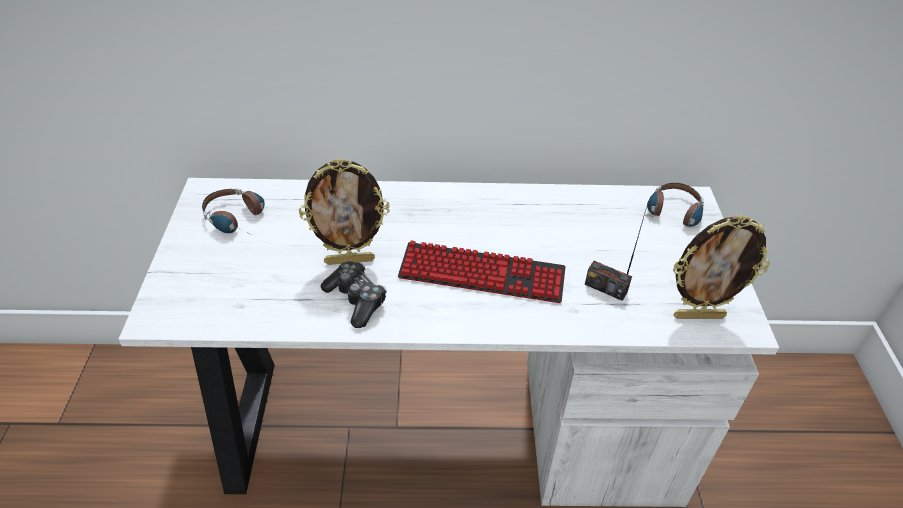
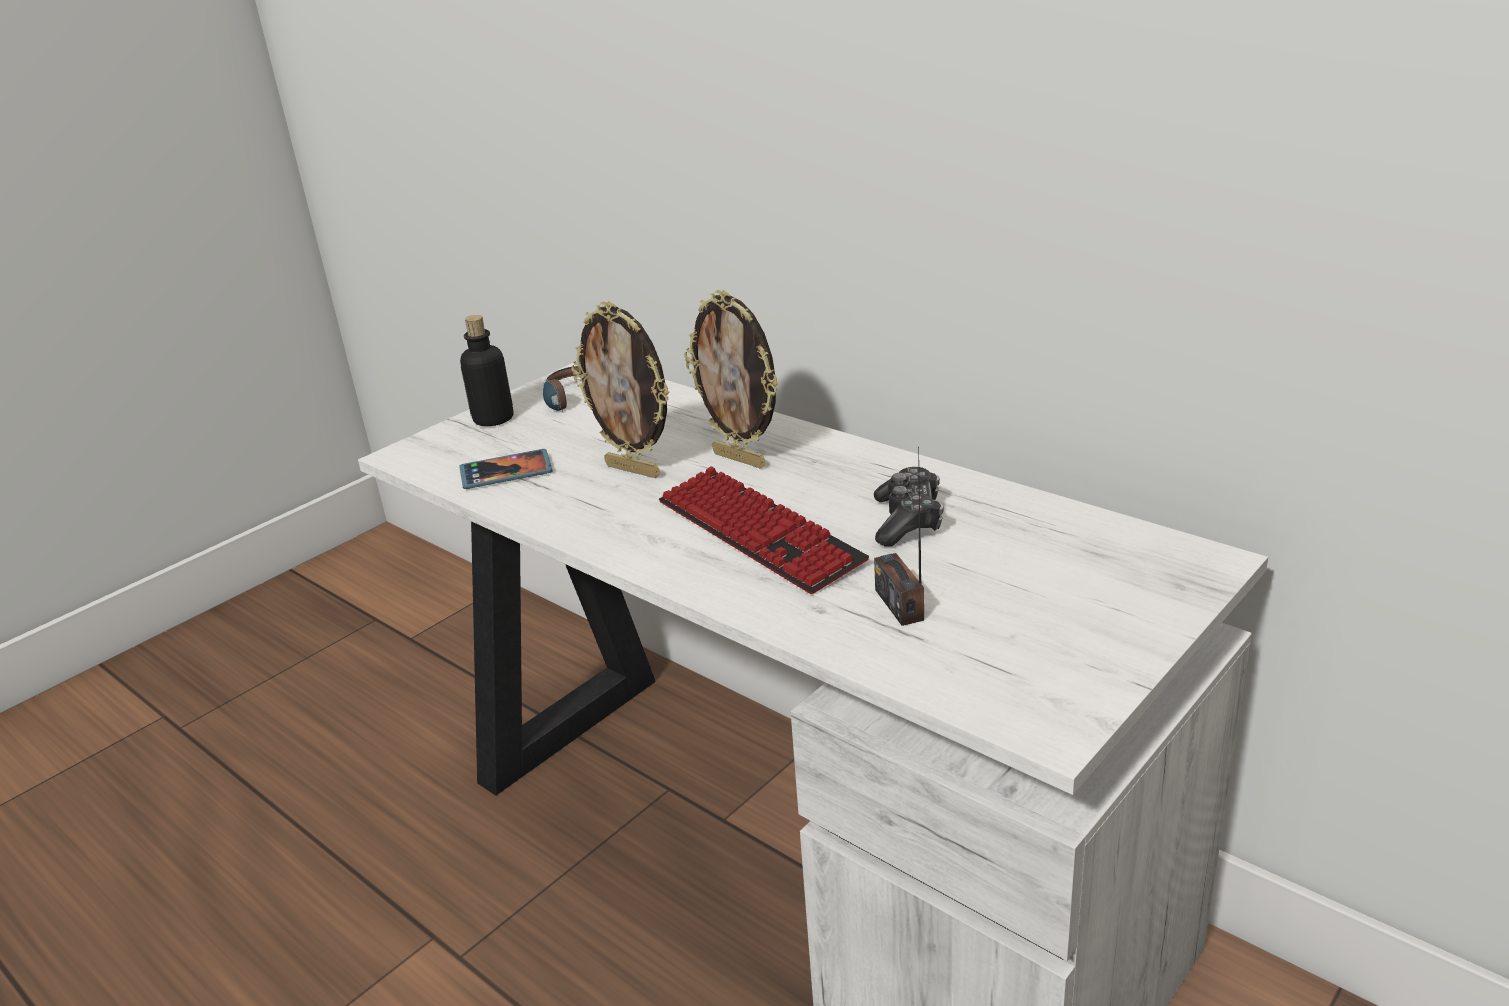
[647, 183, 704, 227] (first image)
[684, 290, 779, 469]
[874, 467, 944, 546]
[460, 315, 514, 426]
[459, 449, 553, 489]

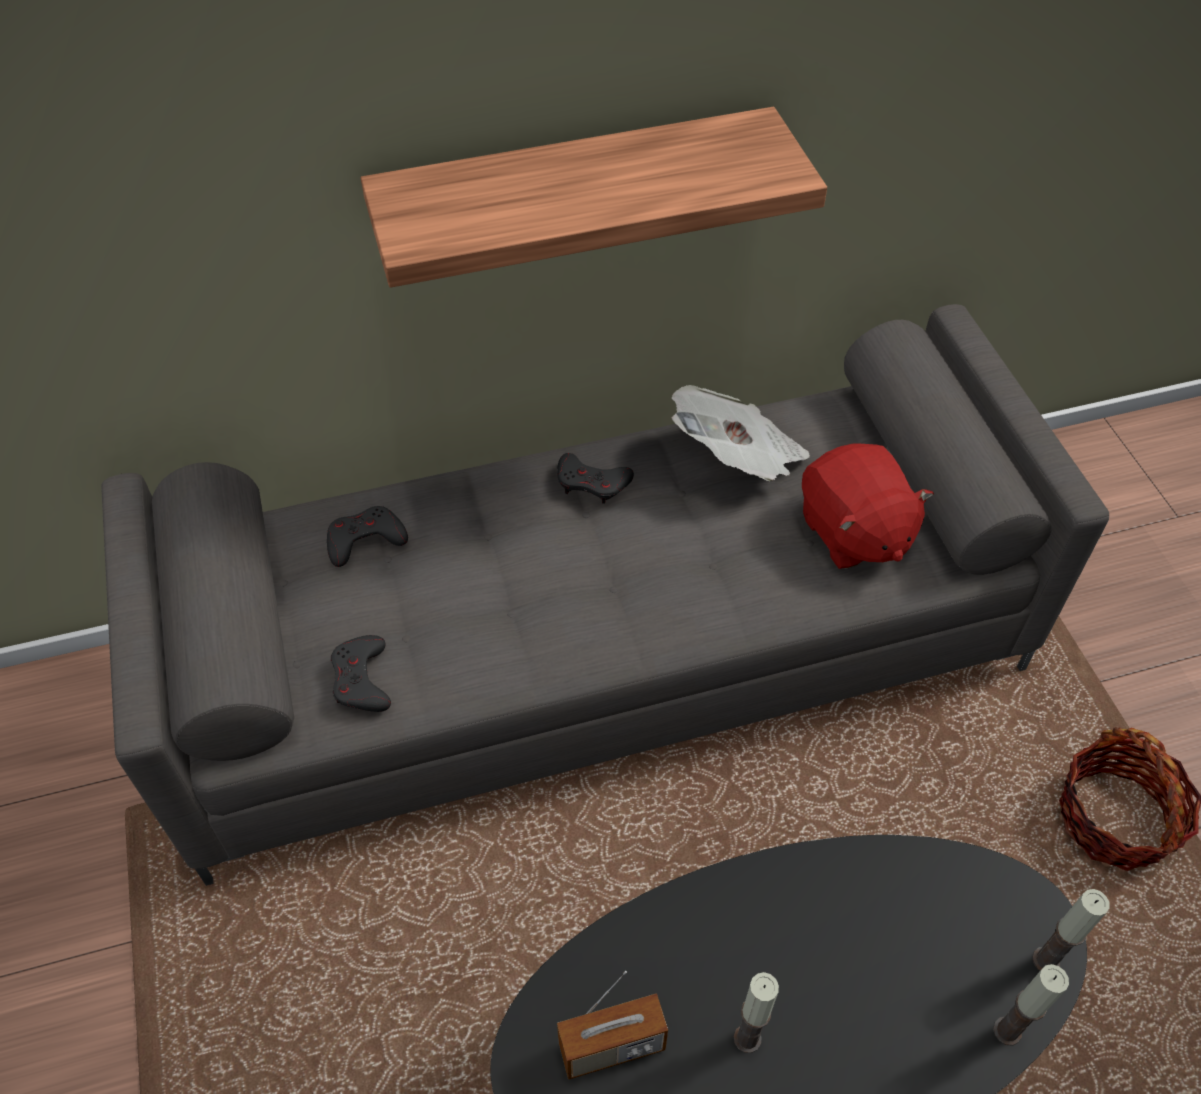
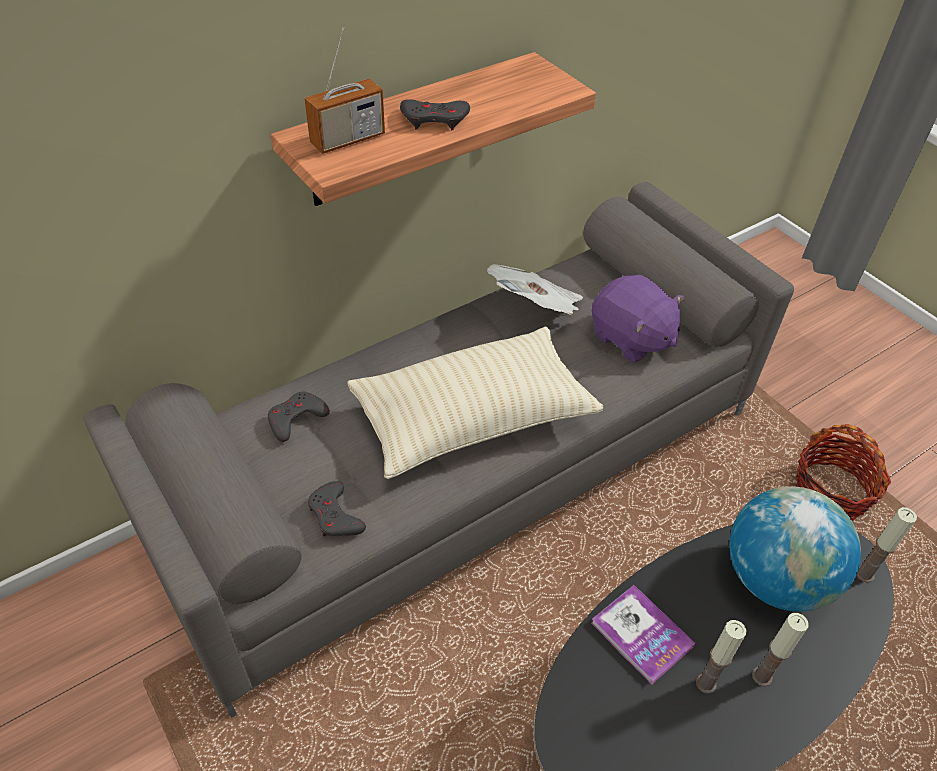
[592, 275, 684, 363]
[400, 99, 470, 130]
[752, 613, 809, 686]
[304, 27, 385, 154]
[348, 326, 603, 479]
[730, 486, 861, 612]
[591, 585, 695, 685]

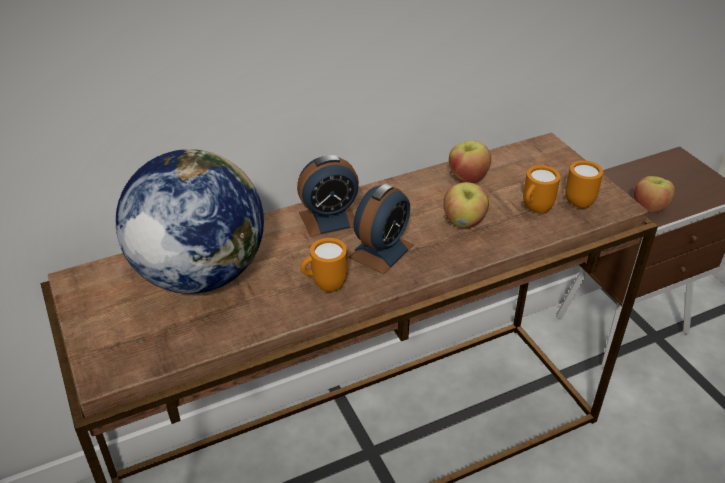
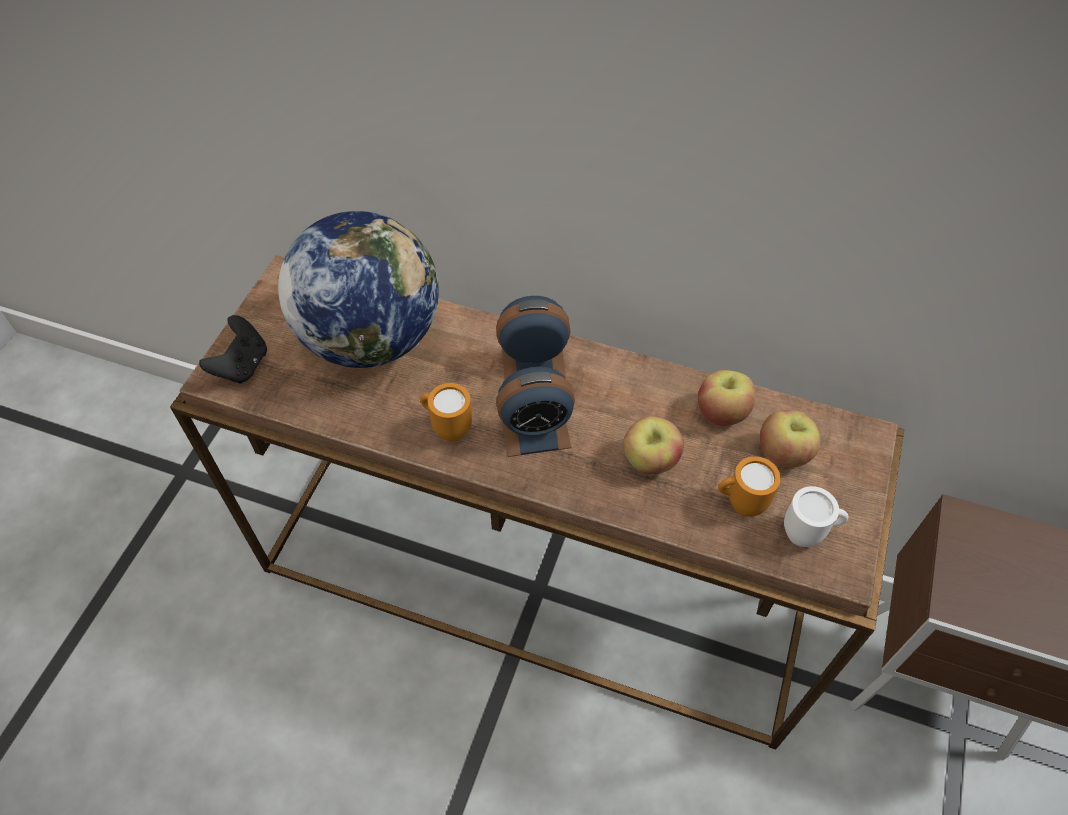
[496, 296, 571, 380]
[784, 486, 849, 547]
[760, 410, 820, 468]
[199, 315, 267, 384]

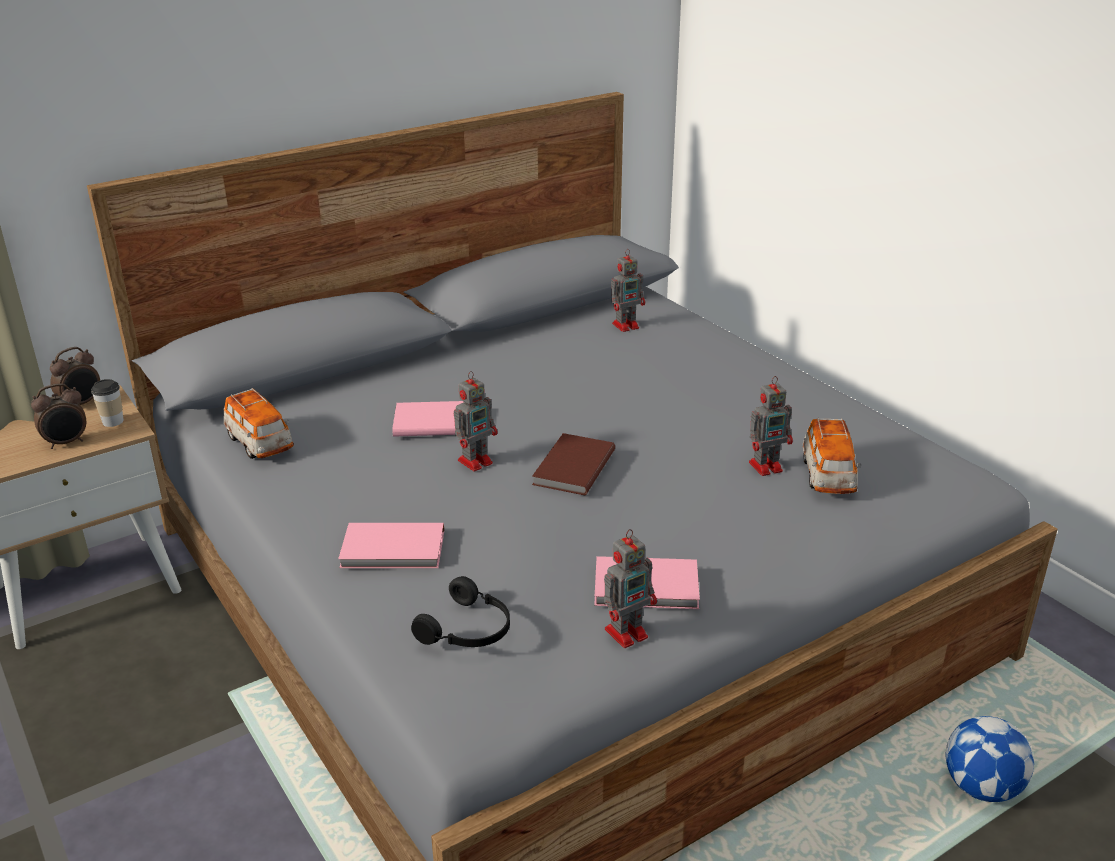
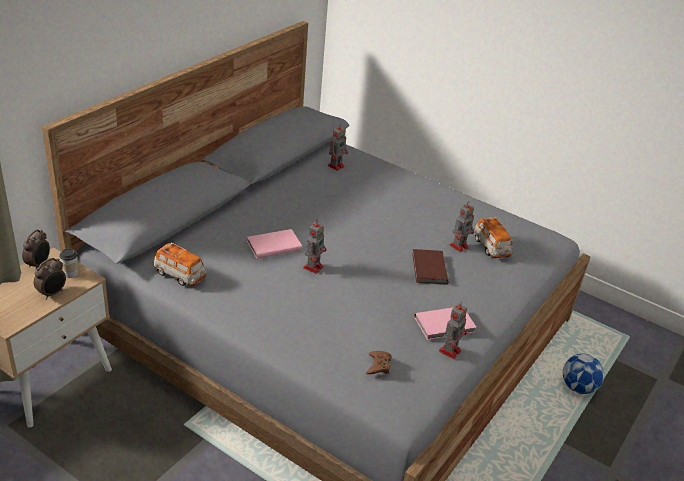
[412, 249, 449, 285]
[338, 523, 444, 568] (first image)
[366, 351, 392, 374]

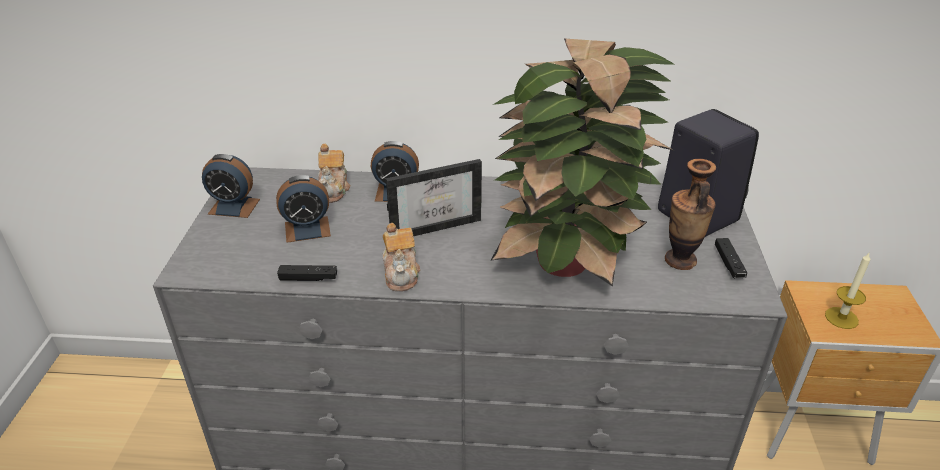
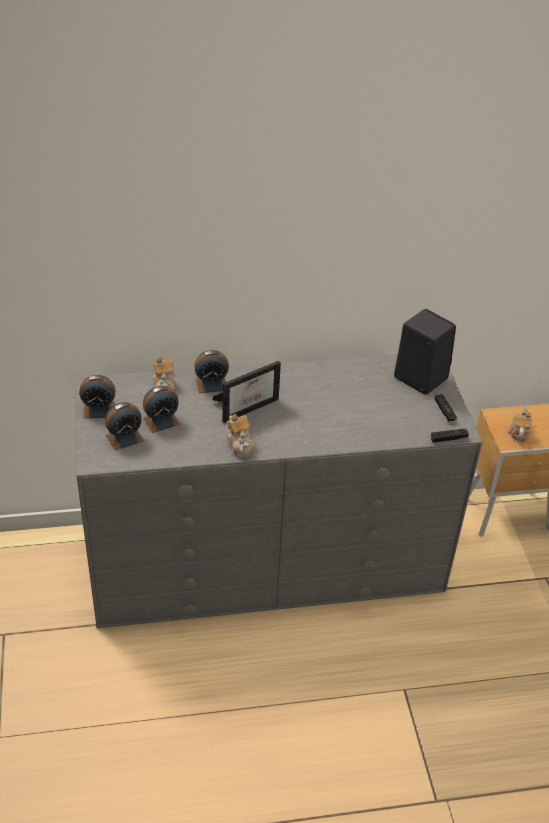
[491, 38, 675, 286] (first image)
[665, 159, 716, 270] (first image)
[508, 406, 532, 442]
[431, 429, 469, 443]
[105, 402, 144, 451]

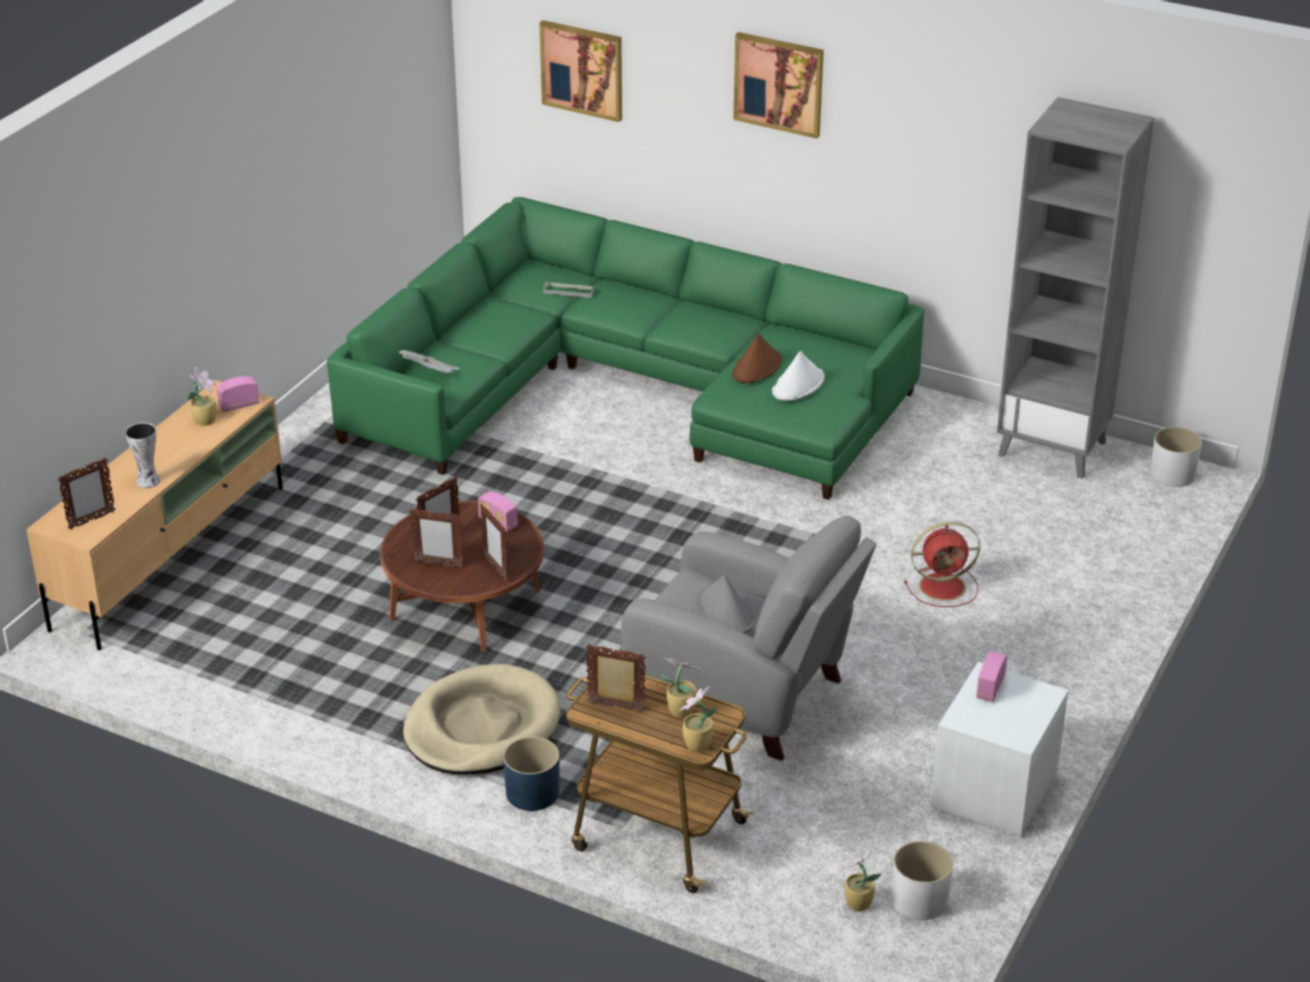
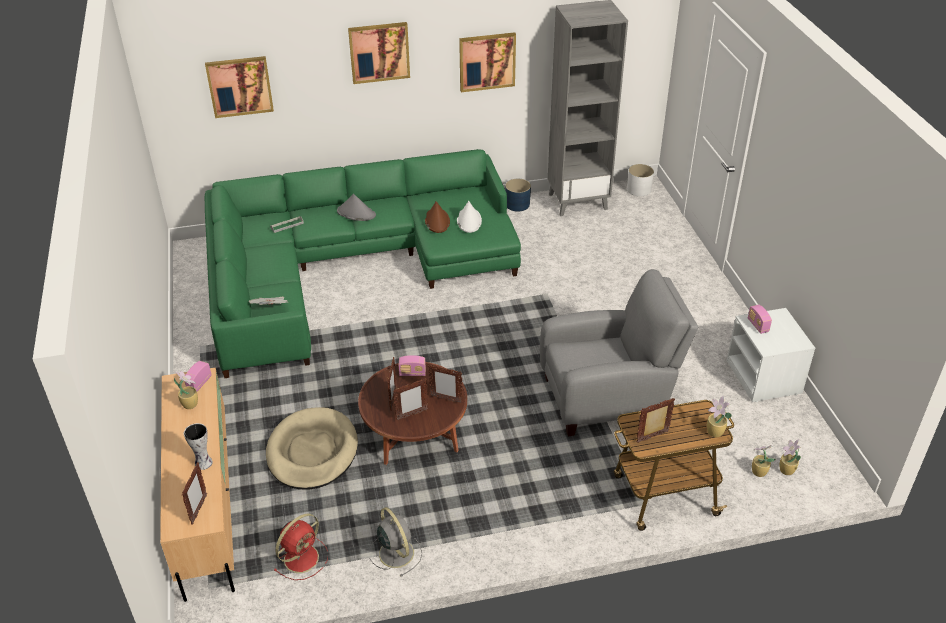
[273, 514, 328, 580]
[337, 194, 376, 221]
[752, 445, 776, 477]
[266, 407, 358, 490]
[505, 179, 531, 212]
[892, 841, 953, 920] (first image)
[459, 32, 516, 92]
[369, 507, 422, 577]

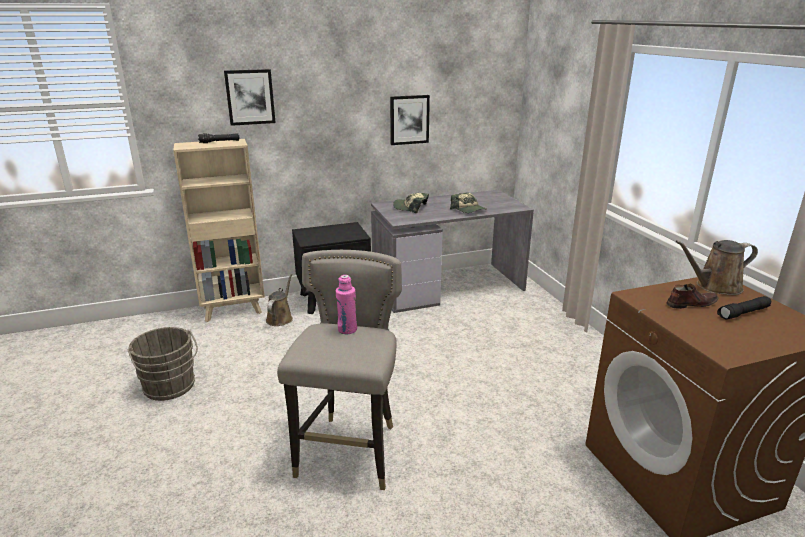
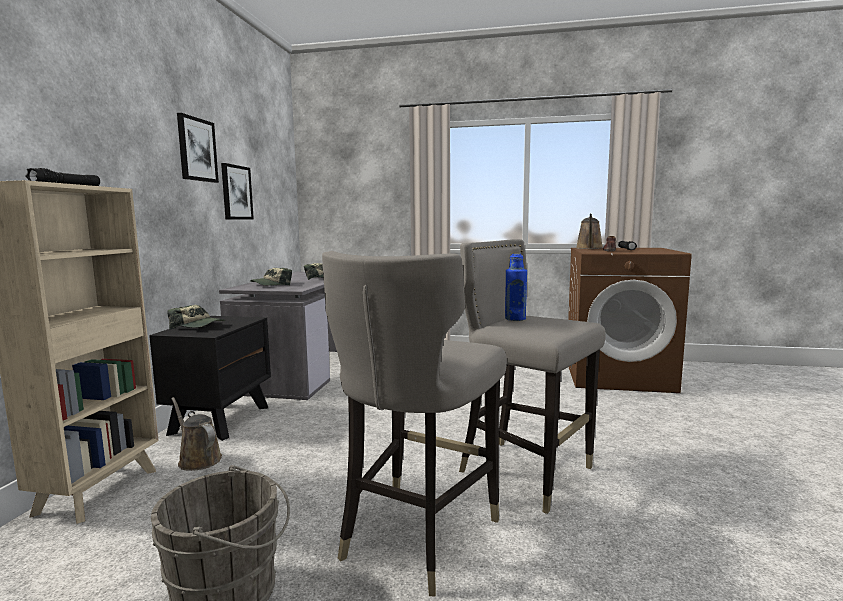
[177, 113, 219, 183]
[505, 254, 527, 321]
[322, 251, 507, 596]
[167, 305, 225, 330]

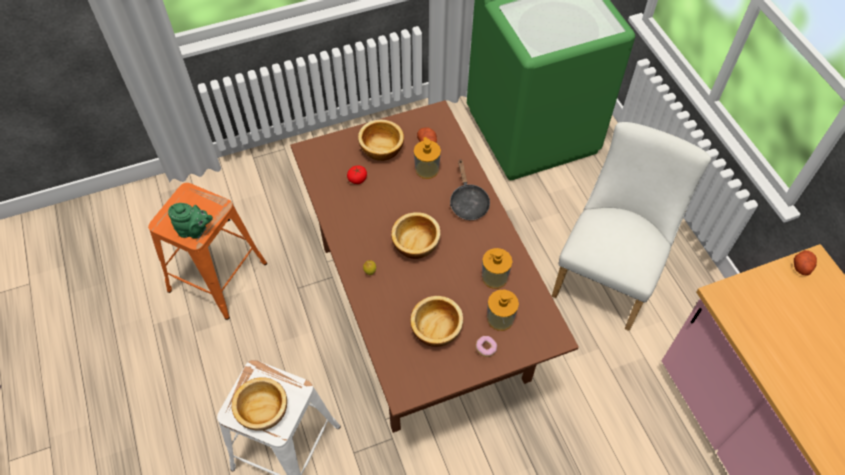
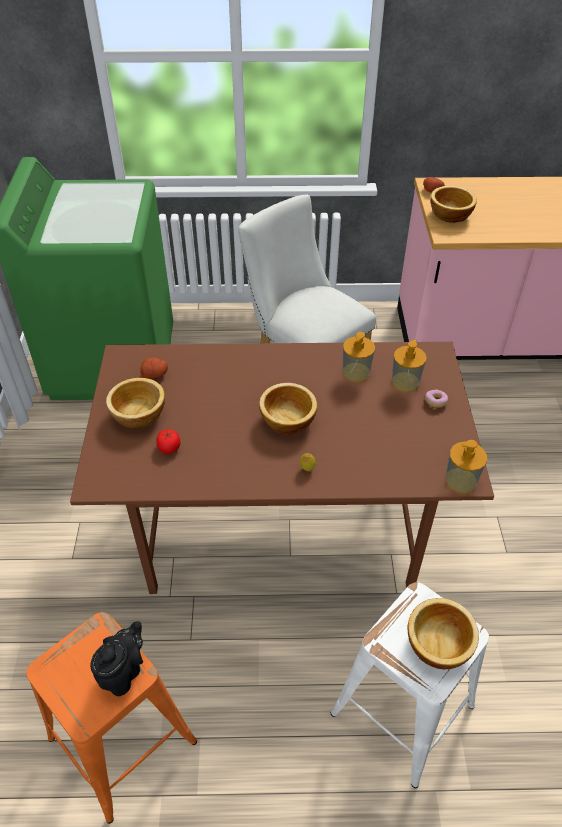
[445, 440, 487, 494]
[450, 160, 490, 220] (first image)
[90, 621, 143, 696]
[430, 186, 477, 223]

